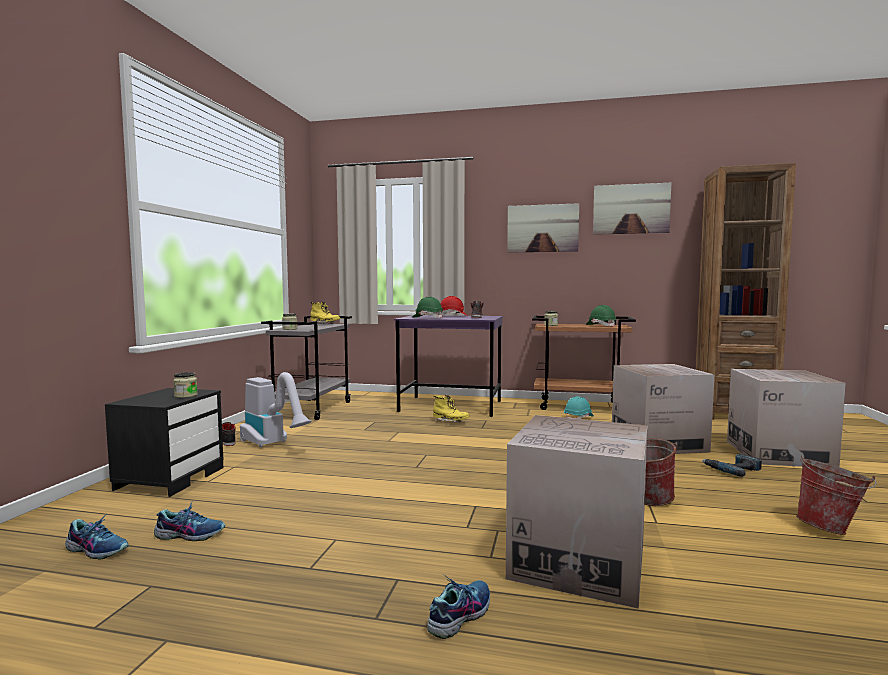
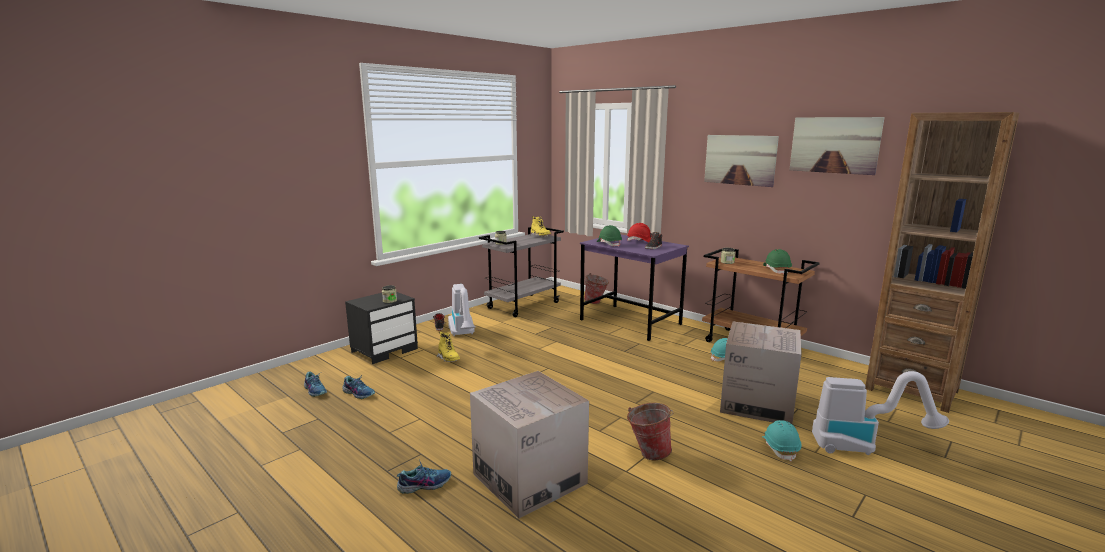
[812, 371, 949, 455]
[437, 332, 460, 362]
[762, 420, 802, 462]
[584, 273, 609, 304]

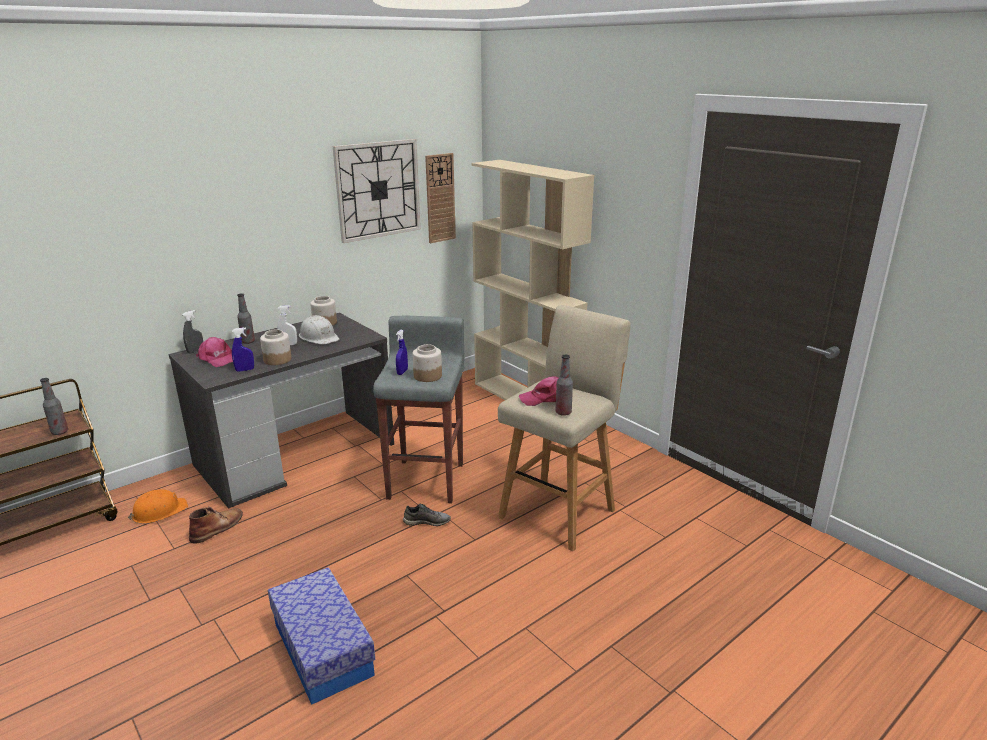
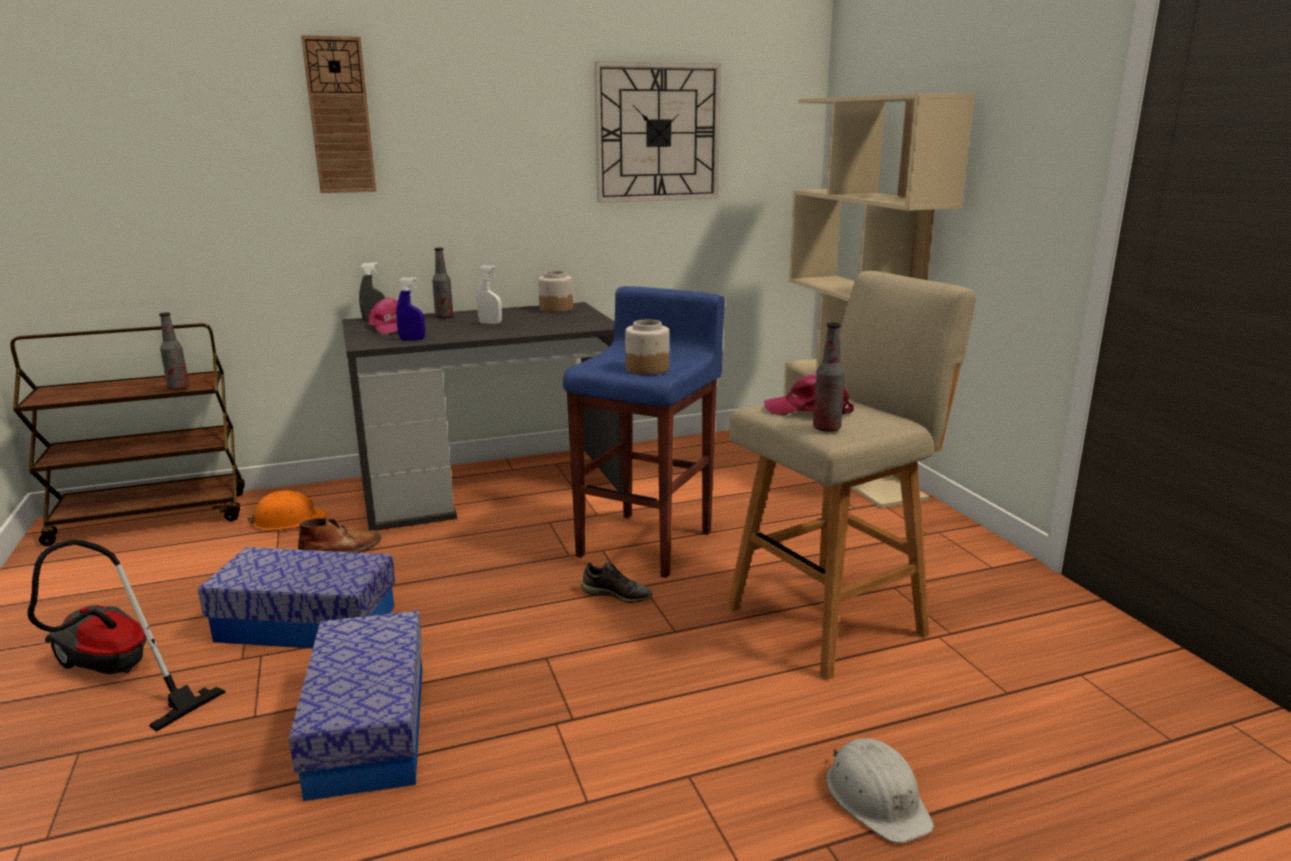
[301, 35, 376, 193]
[826, 738, 934, 843]
[563, 286, 725, 578]
[260, 329, 292, 365] (first image)
[396, 330, 408, 375] (first image)
[27, 539, 226, 732]
[198, 547, 396, 649]

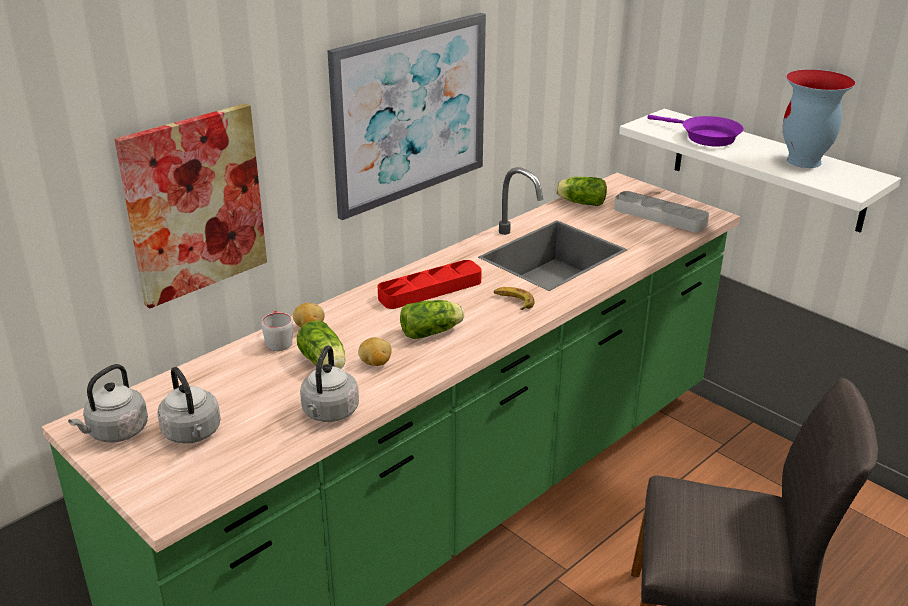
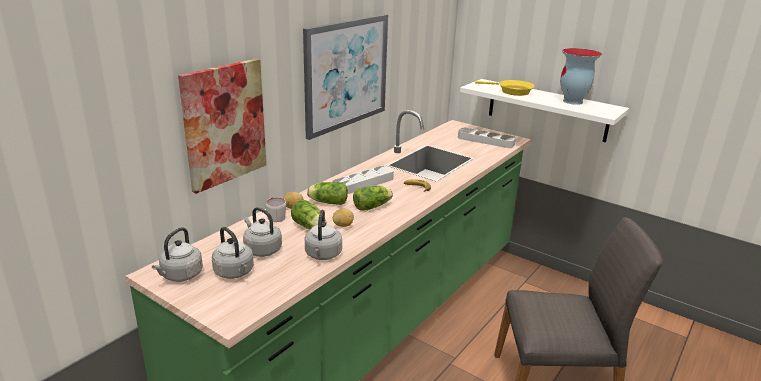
[475, 80, 535, 96]
[307, 182, 348, 205]
[332, 166, 394, 194]
[243, 207, 282, 257]

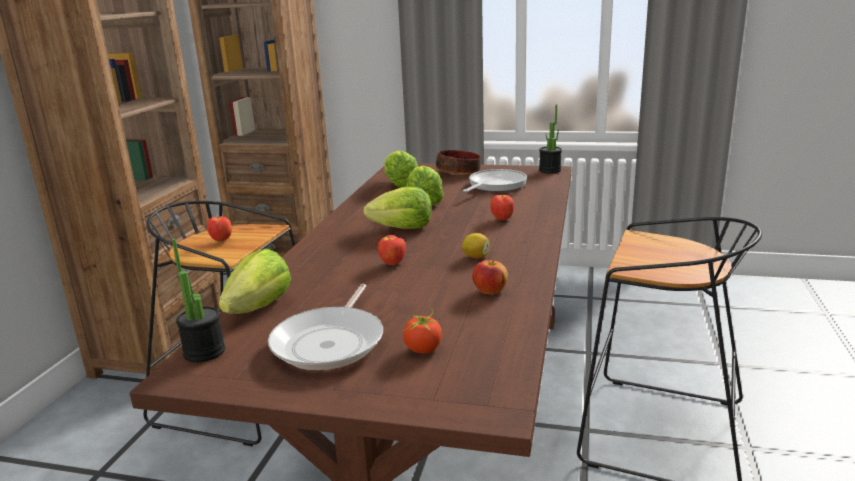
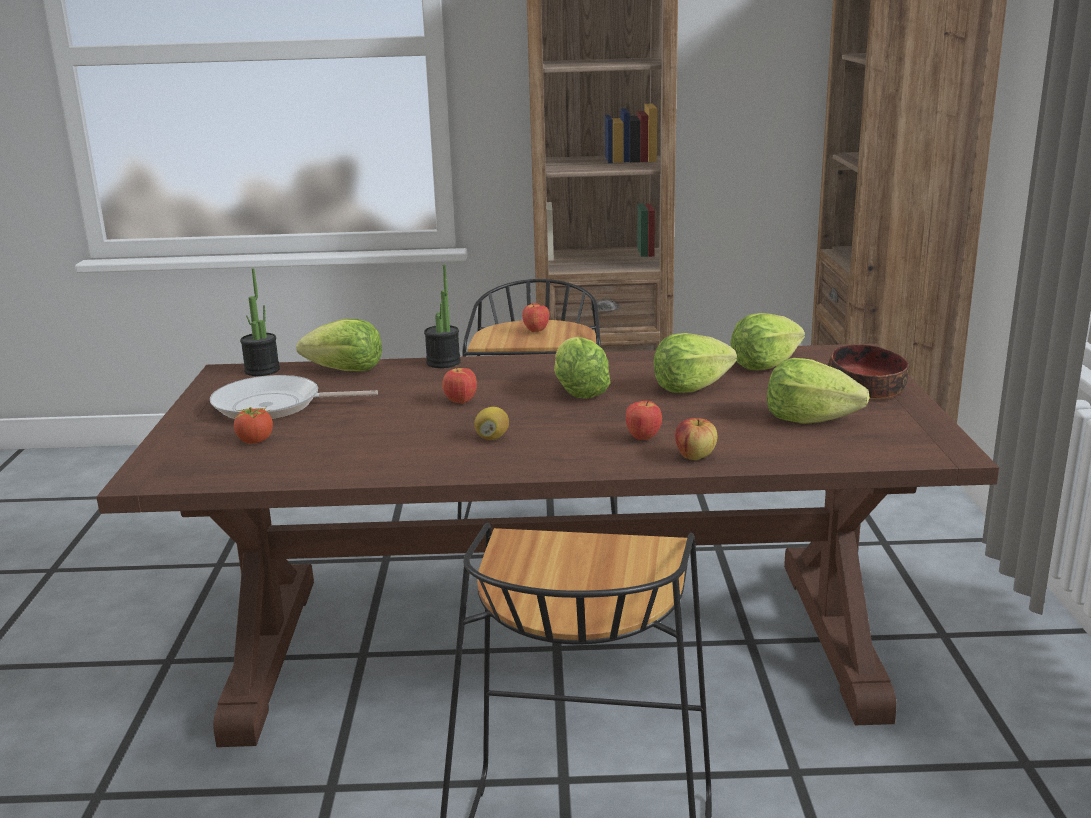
[424, 265, 461, 368]
[767, 358, 870, 424]
[675, 418, 717, 460]

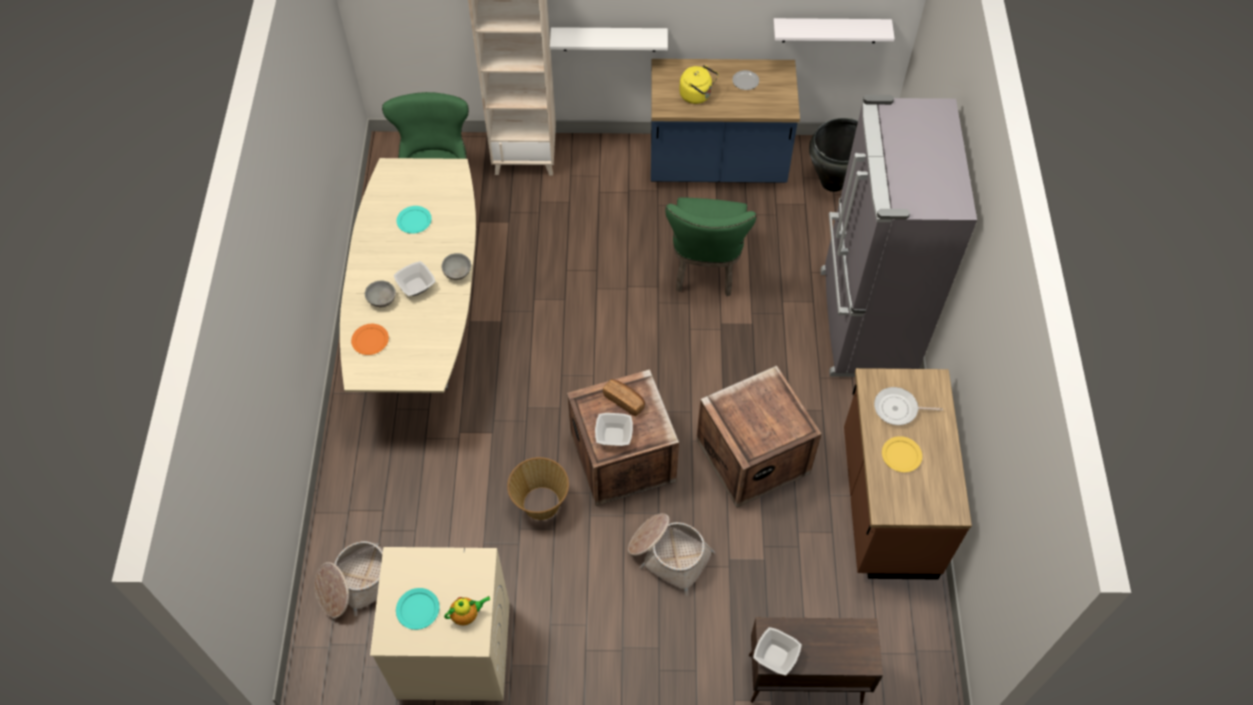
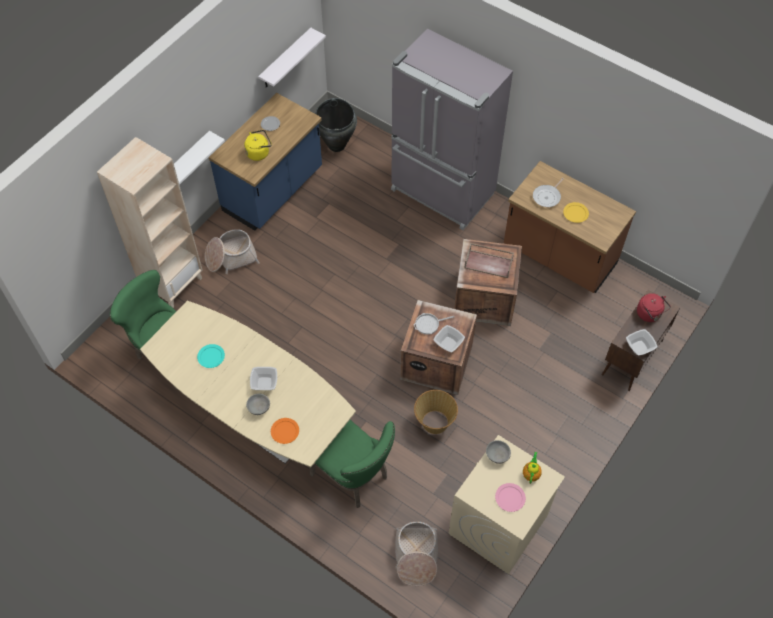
[309, 420, 395, 508]
[486, 440, 511, 464]
[414, 313, 454, 335]
[205, 229, 260, 274]
[495, 483, 526, 512]
[464, 243, 514, 278]
[637, 293, 671, 322]

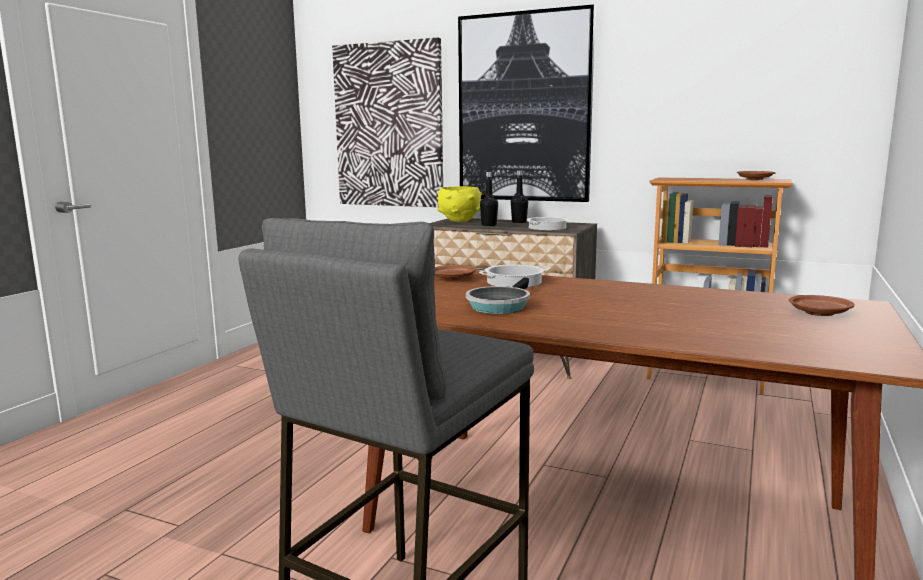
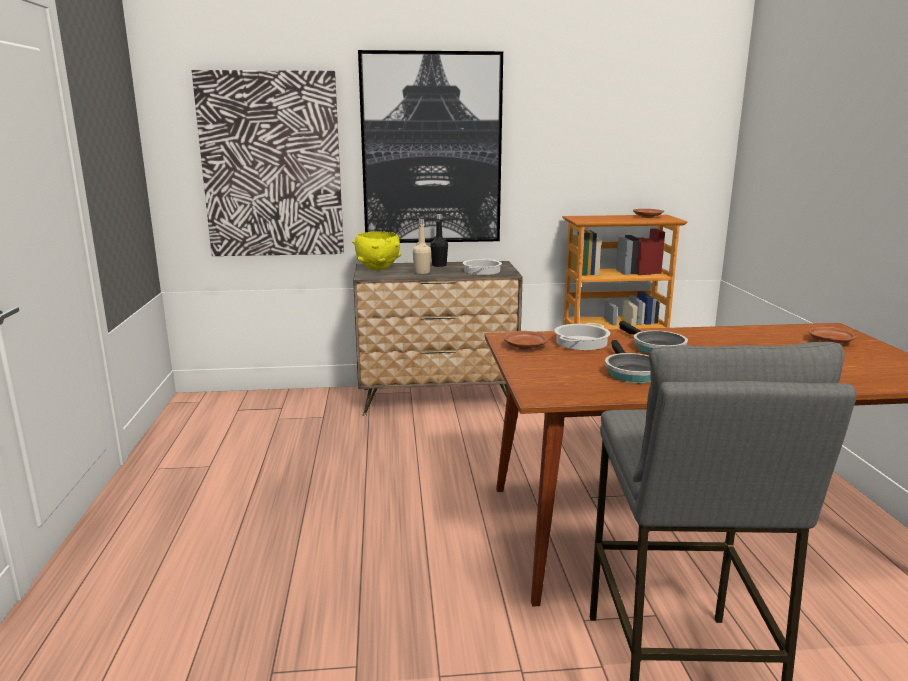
[413, 219, 431, 274]
[619, 321, 688, 354]

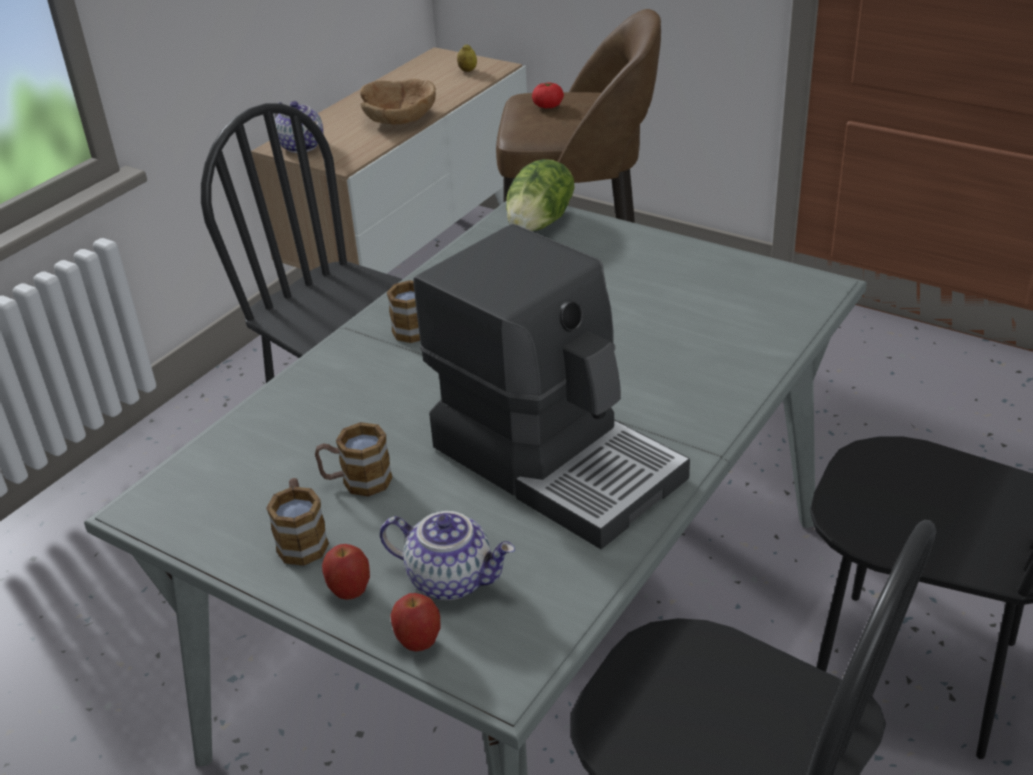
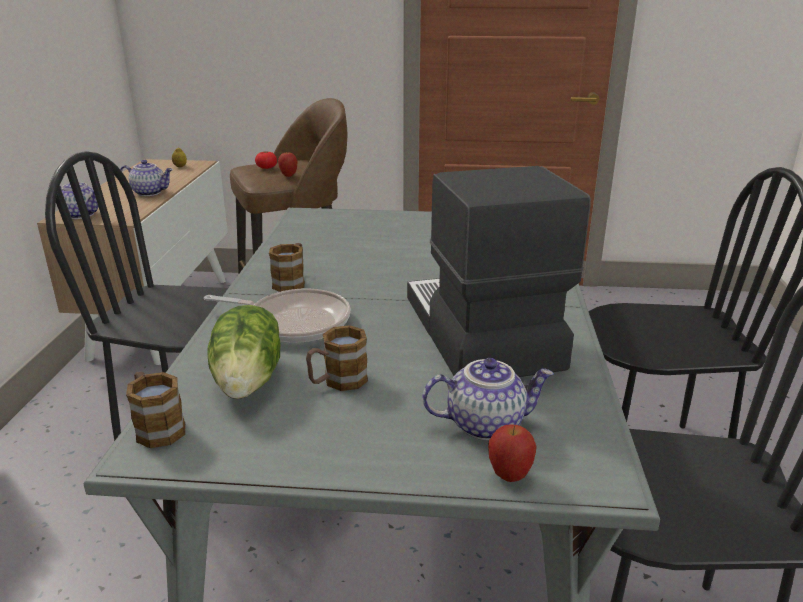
[120, 160, 173, 196]
[207, 305, 281, 399]
[407, 166, 591, 377]
[126, 371, 185, 448]
[278, 153, 297, 177]
[204, 289, 350, 343]

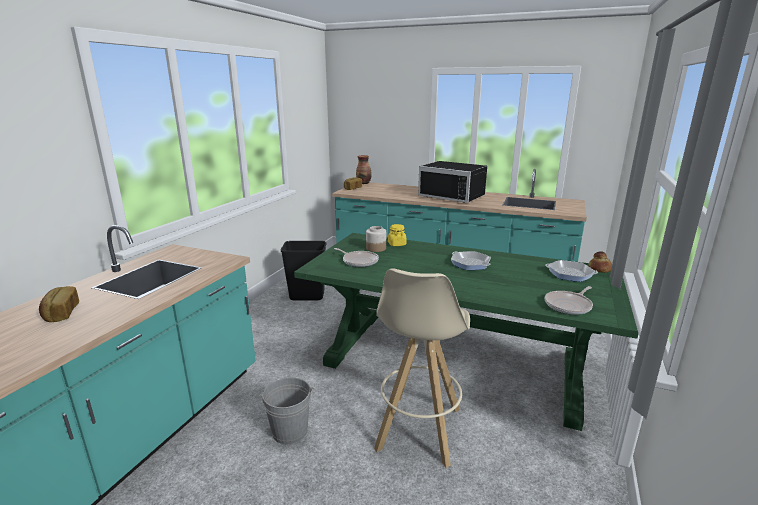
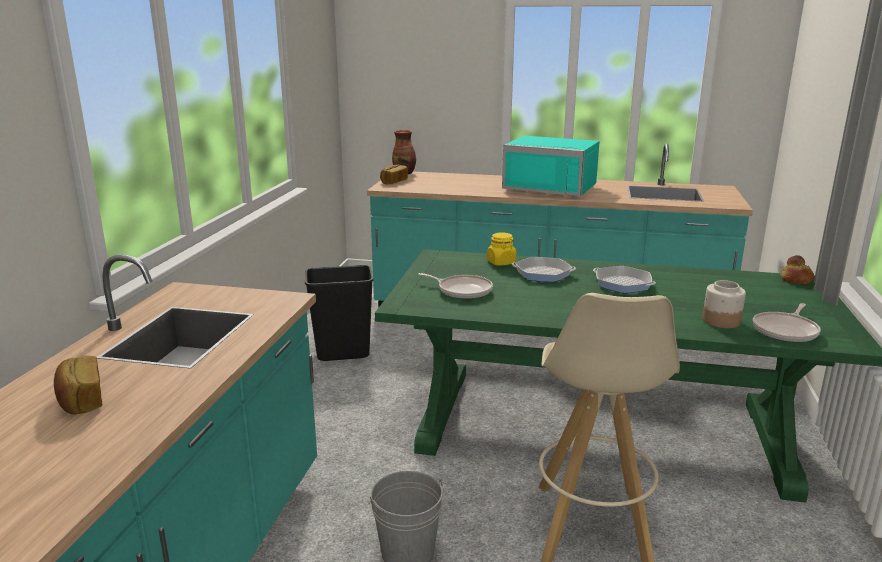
[502, 136, 600, 197]
[702, 280, 746, 328]
[512, 257, 576, 282]

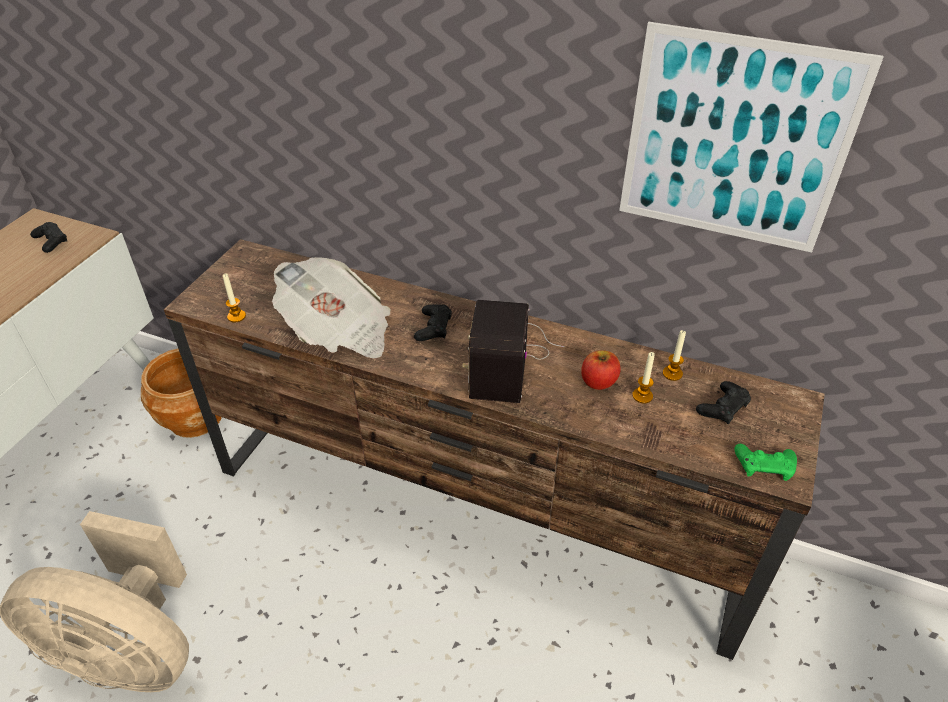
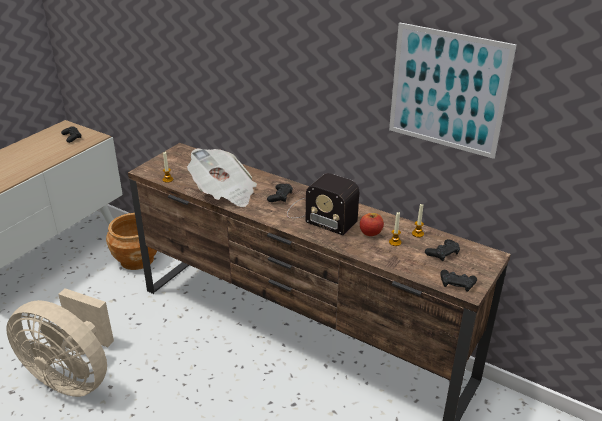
[287, 173, 359, 235]
[440, 270, 477, 292]

